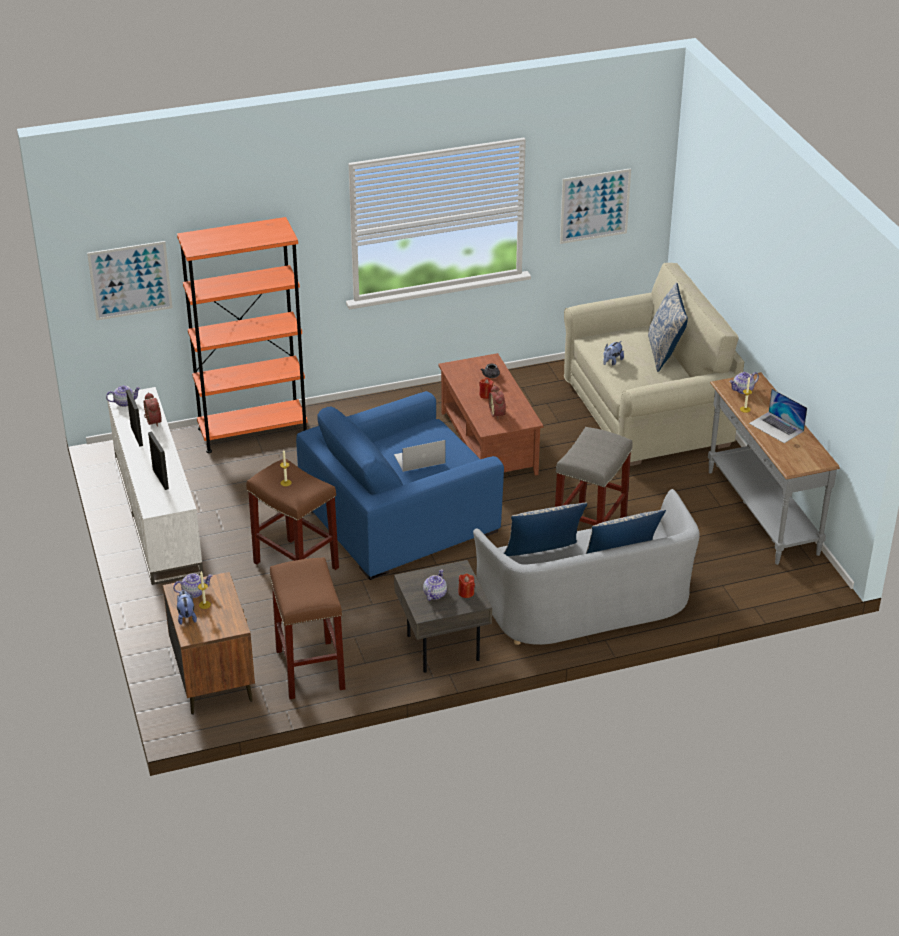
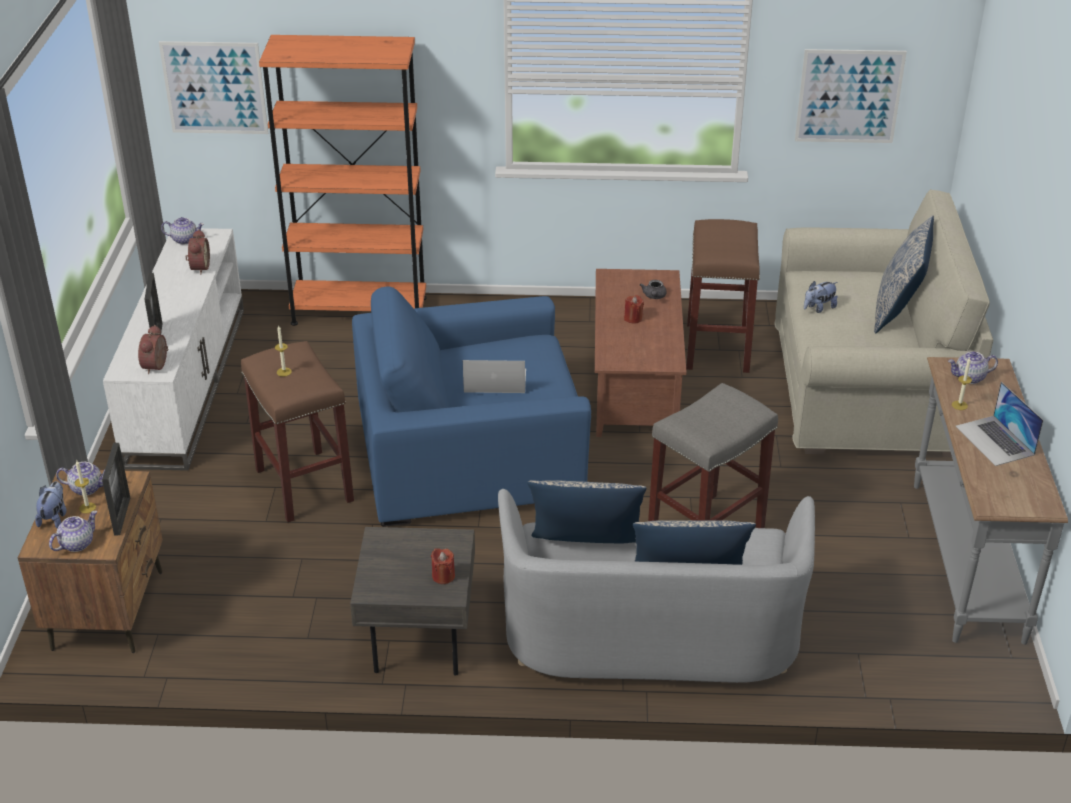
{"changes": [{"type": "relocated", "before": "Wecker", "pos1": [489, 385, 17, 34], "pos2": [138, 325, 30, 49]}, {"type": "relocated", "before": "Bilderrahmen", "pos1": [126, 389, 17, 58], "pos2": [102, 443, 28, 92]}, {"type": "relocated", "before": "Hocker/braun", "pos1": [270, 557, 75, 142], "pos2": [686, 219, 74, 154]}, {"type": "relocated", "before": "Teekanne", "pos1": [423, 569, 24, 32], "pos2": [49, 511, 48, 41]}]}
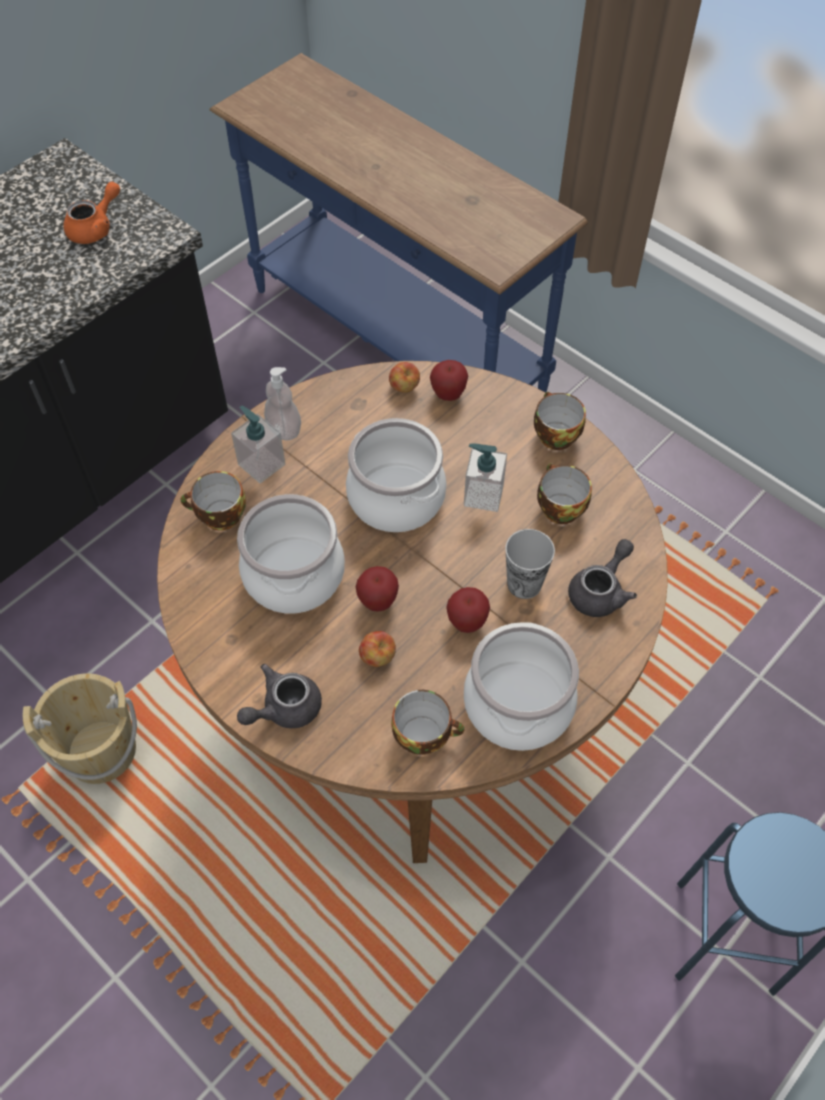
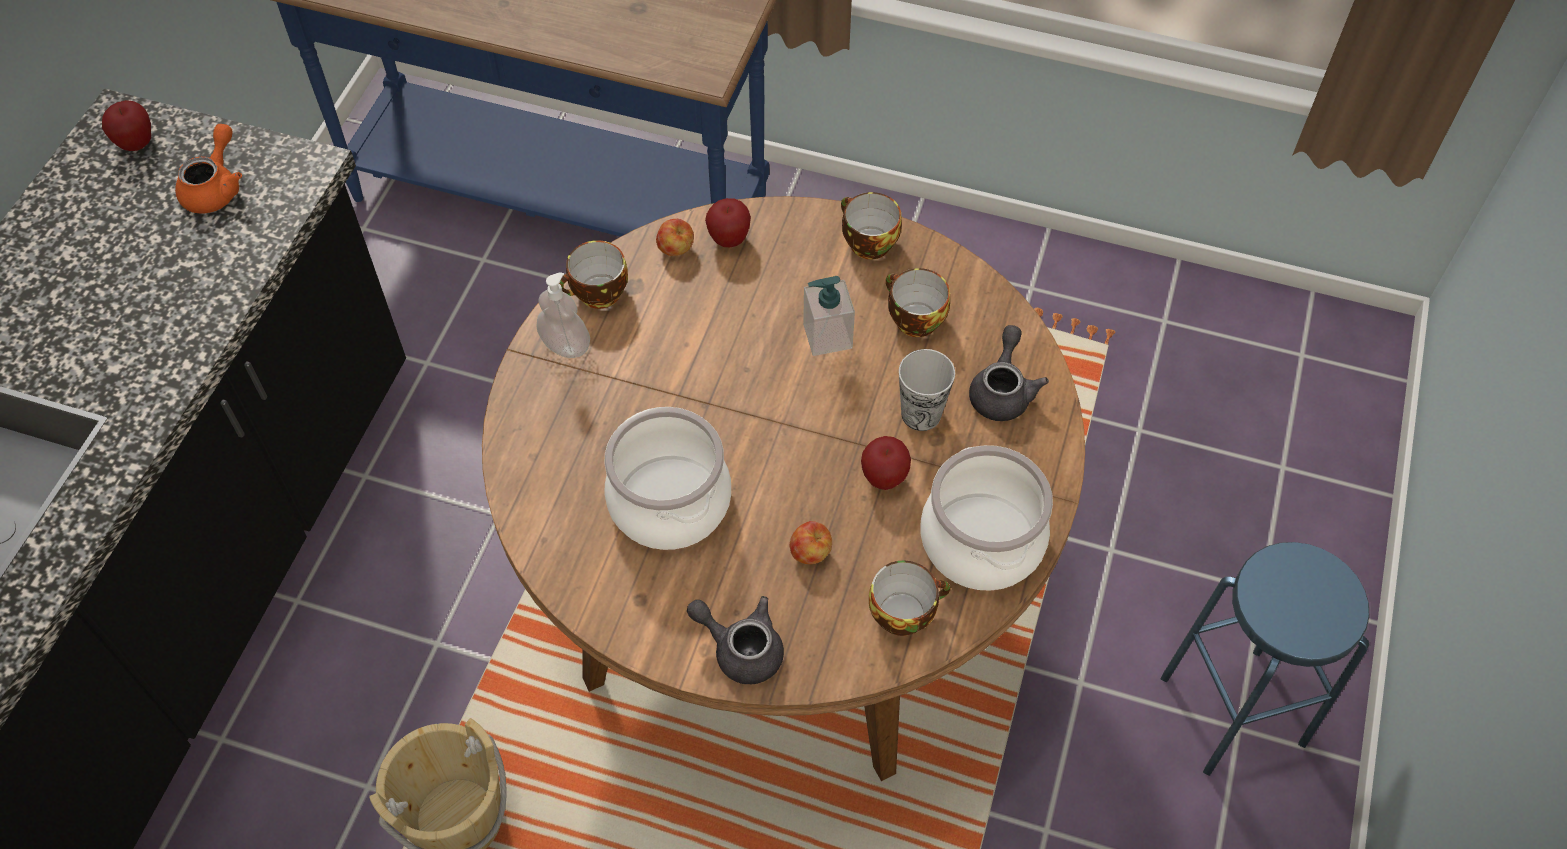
{"changes": [{"type": "missing", "before": "Seifenspender", "pos1": [231, 406, 54, 77]}, {"type": "missing", "before": "Kochtopf", "pos1": [346, 418, 100, 114]}, {"type": "relocated", "before": "Tasse", "pos1": [181, 471, 65, 60], "pos2": [559, 240, 69, 69]}, {"type": "relocated", "before": "Apfel", "pos1": [356, 566, 43, 46], "pos2": [102, 100, 49, 51]}, {"type": "spun", "before": "Teekanne/grau", "pos1": [237, 664, 85, 64], "pos2": [687, 596, 97, 88], "turn": 90}]}
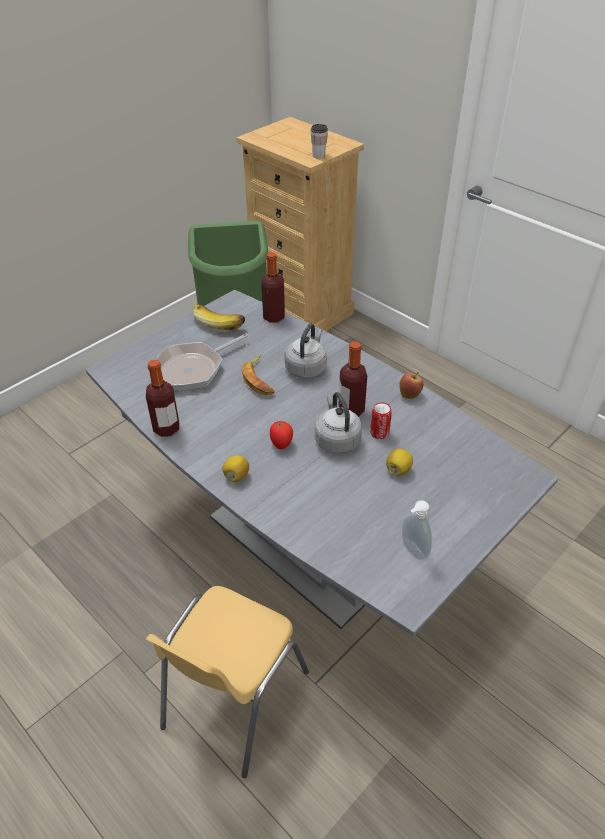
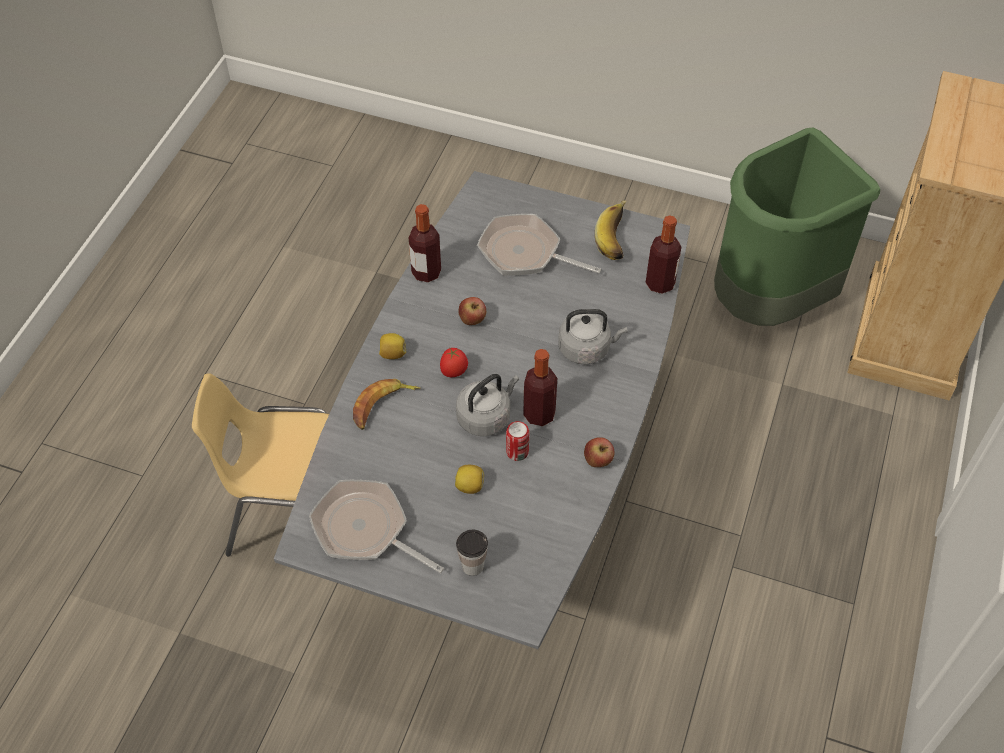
{"changes": [{"type": "relocated", "before": "Tasse", "pos1": [311, 124, 17, 35], "pos2": [456, 530, 32, 46]}, {"type": "relocated", "before": "Banane", "pos1": [242, 355, 33, 40], "pos2": [353, 379, 68, 51]}, {"type": "exchanged", "before": "Seifenspender", "after": "Pfanne", "pos1": [402, 500, 30, 60], "pos2": [309, 480, 135, 93]}, {"type": "appeared", "after": "Apfel", "pos2": [458, 297, 28, 28]}]}
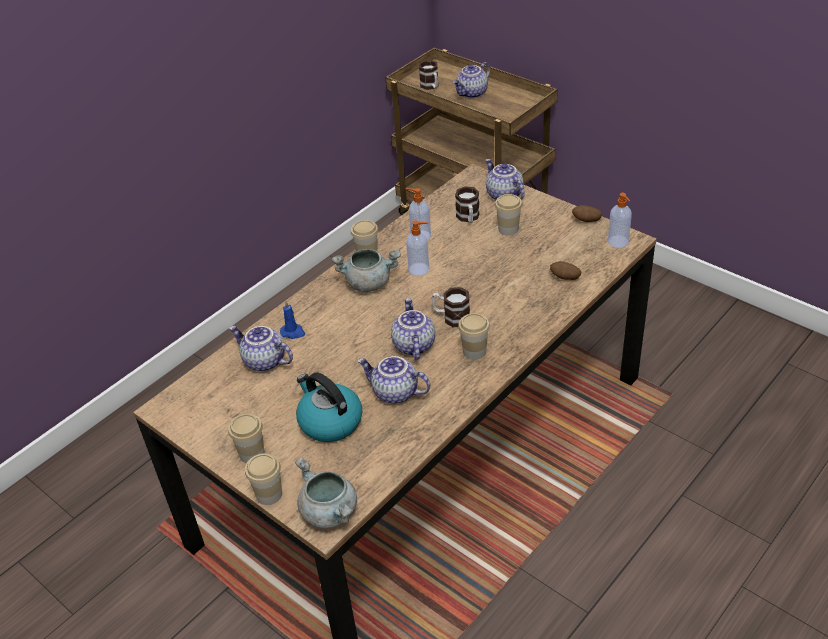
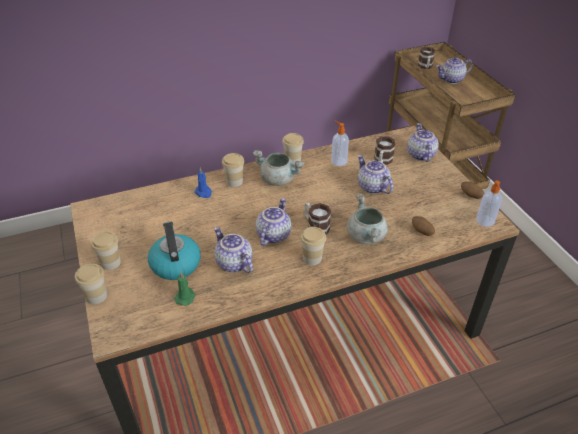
{"changes": [{"type": "relocated", "before": "Tasse", "pos1": [495, 194, 27, 42], "pos2": [222, 153, 22, 34]}, {"type": "missing", "before": "Seifenspender", "pos1": [406, 221, 23, 55]}, {"type": "relocated", "before": "Teekanne", "pos1": [229, 326, 64, 46], "pos2": [358, 155, 35, 39]}, {"type": "relocated", "before": "Kochtopf/grau", "pos1": [295, 458, 62, 71], "pos2": [347, 194, 41, 50]}, {"type": "appeared", "after": "Kerze/grün", "pos2": [174, 272, 22, 34]}]}
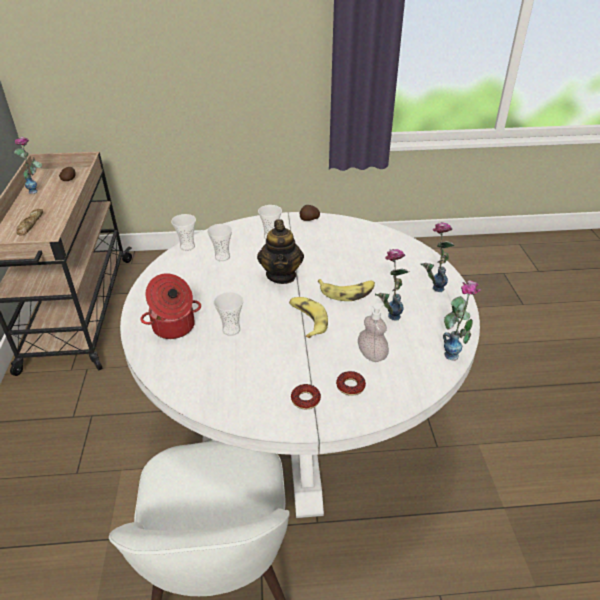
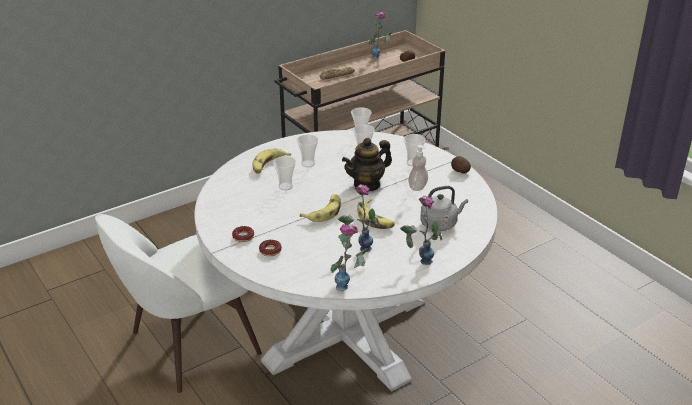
{"changes": [{"type": "exchanged", "before": "Kochtopf", "after": "Banane", "pos1": [140, 273, 61, 66], "pos2": [252, 149, 39, 25]}, {"type": "relocated", "before": "Seifenspender", "pos1": [358, 303, 31, 59], "pos2": [408, 145, 20, 46]}, {"type": "appeared", "after": "Tasse", "pos2": [297, 135, 22, 32]}, {"type": "appeared", "after": "Wasserkessel/grau", "pos2": [420, 186, 48, 45]}]}
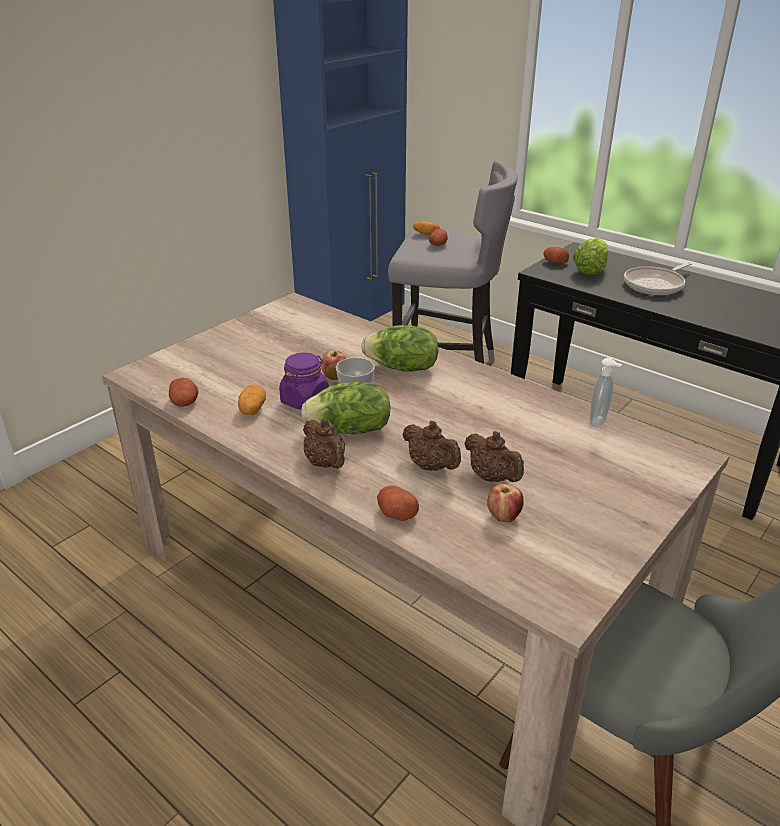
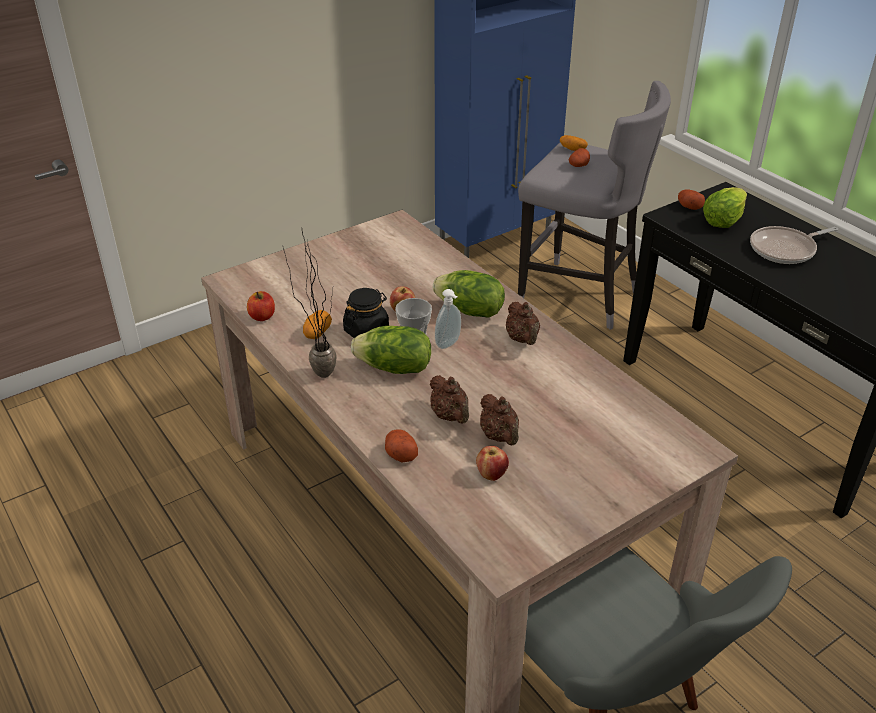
{"changes": [{"type": "colour", "before": "Vorratsglas/lila", "after": "Vorratsglas/schwarz", "pos1": [279, 352, 50, 58], "pos2": [343, 288, 46, 50]}, {"type": "relocated", "before": "Seifenspender", "pos1": [590, 358, 32, 69], "pos2": [435, 289, 26, 60]}, {"type": "exchanged", "before": "Kartoffel", "after": "Apfel", "pos1": [169, 378, 30, 29], "pos2": [247, 291, 28, 30]}, {"type": "relocated", "before": "Teekanne/braun", "pos1": [303, 418, 42, 50], "pos2": [505, 302, 35, 43]}, {"type": "appeared", "after": "Topfpflanze", "pos2": [283, 227, 54, 151]}]}
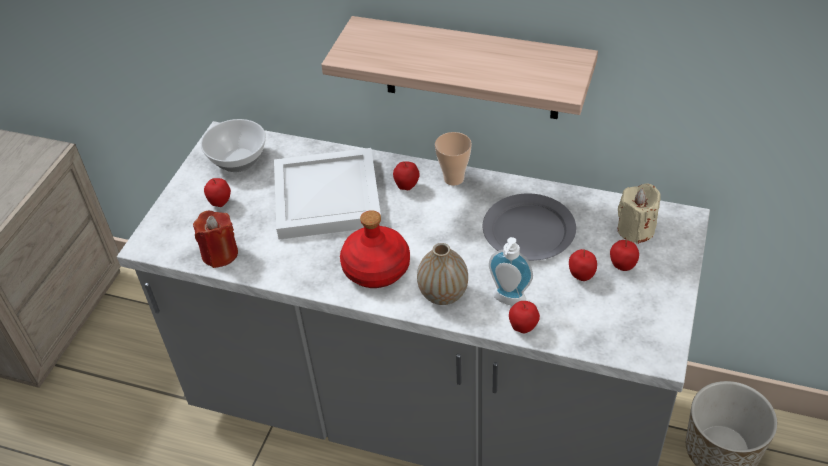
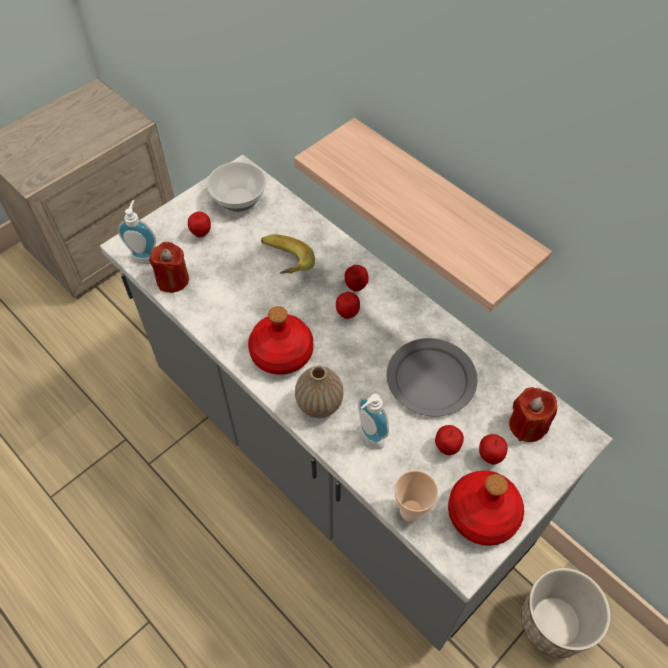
{"changes": [{"type": "relocated", "before": "Tasse", "pos1": [435, 132, 37, 54], "pos2": [395, 471, 43, 51]}, {"type": "exchanged", "before": "Tablett/weiß", "after": "Banane", "pos1": [274, 148, 108, 91], "pos2": [261, 234, 54, 40]}, {"type": "colour", "before": "Kerze/beige", "after": "Kerze/rot", "pos1": [618, 183, 43, 61], "pos2": [509, 387, 48, 55]}, {"type": "relocated", "before": "Apfel", "pos1": [509, 301, 31, 32], "pos2": [336, 292, 24, 27]}, {"type": "appeared", "after": "Seifenspender", "pos2": [118, 200, 38, 64]}, {"type": "appeared", "after": "Flasche/rot", "pos2": [448, 471, 76, 75]}]}
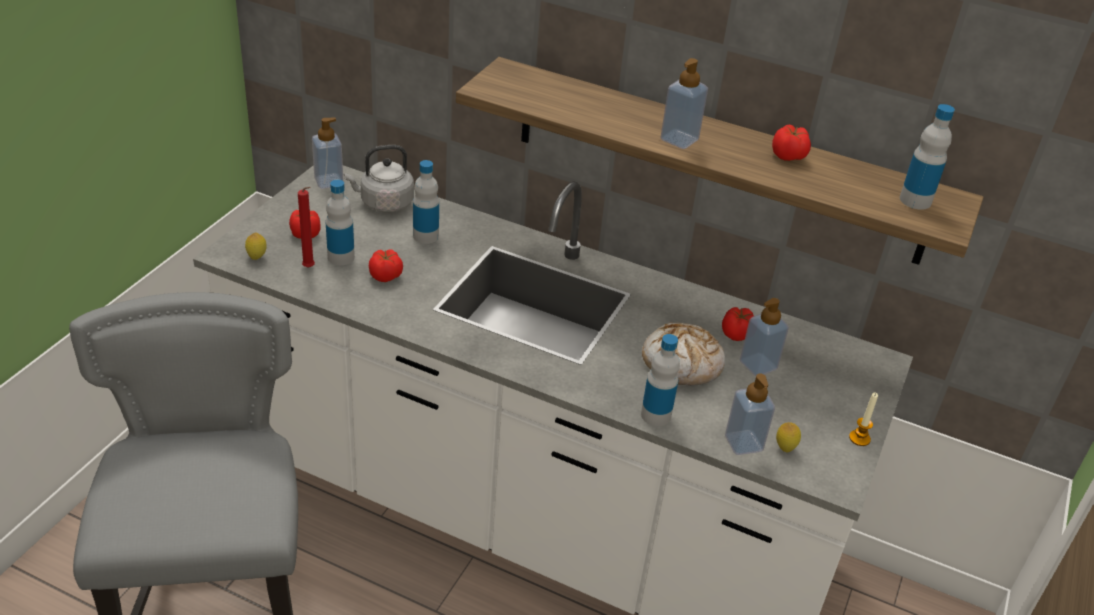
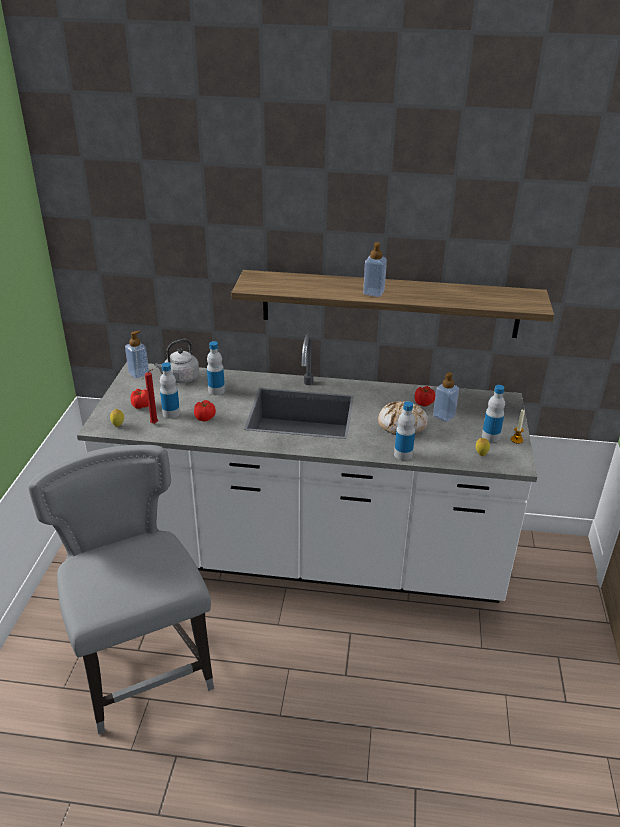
{"changes": [{"type": "relocated", "before": "Flasche", "pos1": [900, 104, 55, 106], "pos2": [482, 385, 23, 57]}, {"type": "missing", "before": "Tomate", "pos1": [772, 125, 39, 36]}, {"type": "missing", "before": "Seifenspender", "pos1": [725, 373, 50, 82]}]}
